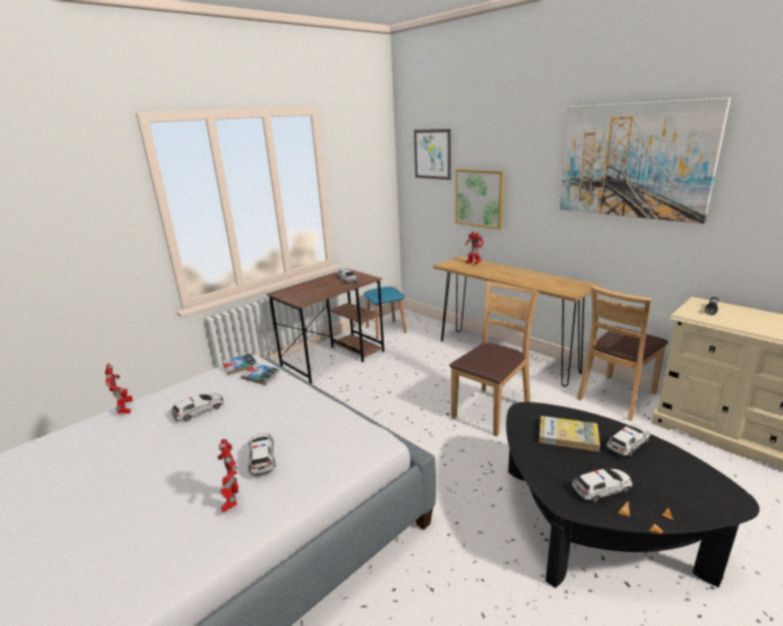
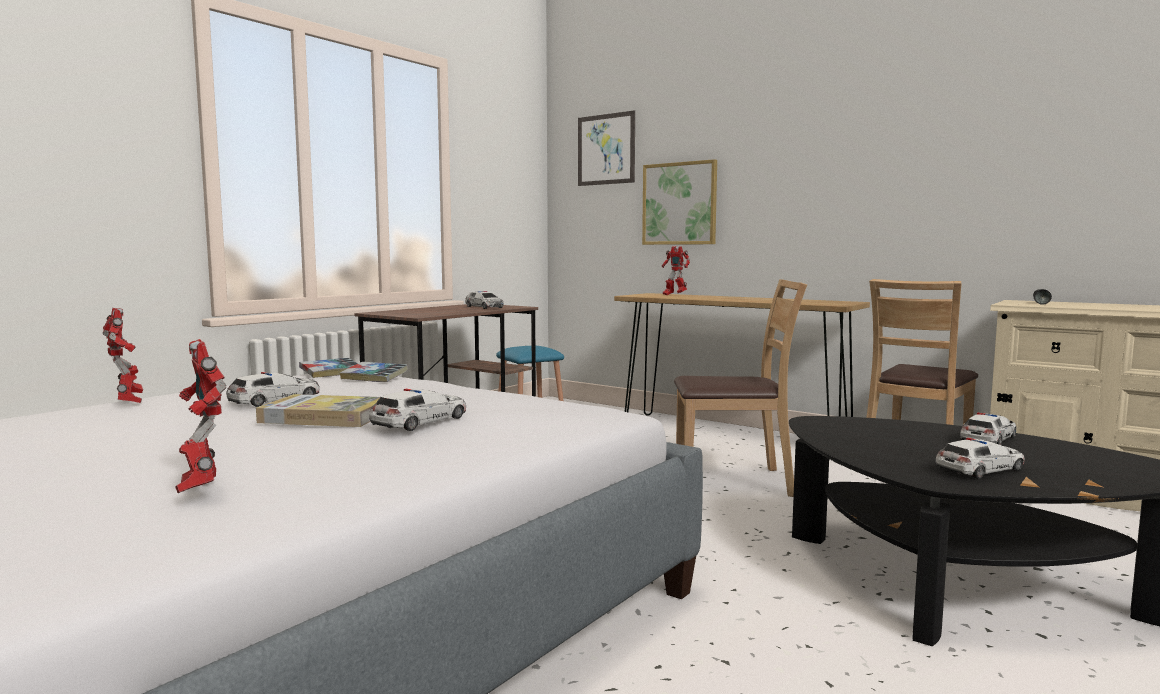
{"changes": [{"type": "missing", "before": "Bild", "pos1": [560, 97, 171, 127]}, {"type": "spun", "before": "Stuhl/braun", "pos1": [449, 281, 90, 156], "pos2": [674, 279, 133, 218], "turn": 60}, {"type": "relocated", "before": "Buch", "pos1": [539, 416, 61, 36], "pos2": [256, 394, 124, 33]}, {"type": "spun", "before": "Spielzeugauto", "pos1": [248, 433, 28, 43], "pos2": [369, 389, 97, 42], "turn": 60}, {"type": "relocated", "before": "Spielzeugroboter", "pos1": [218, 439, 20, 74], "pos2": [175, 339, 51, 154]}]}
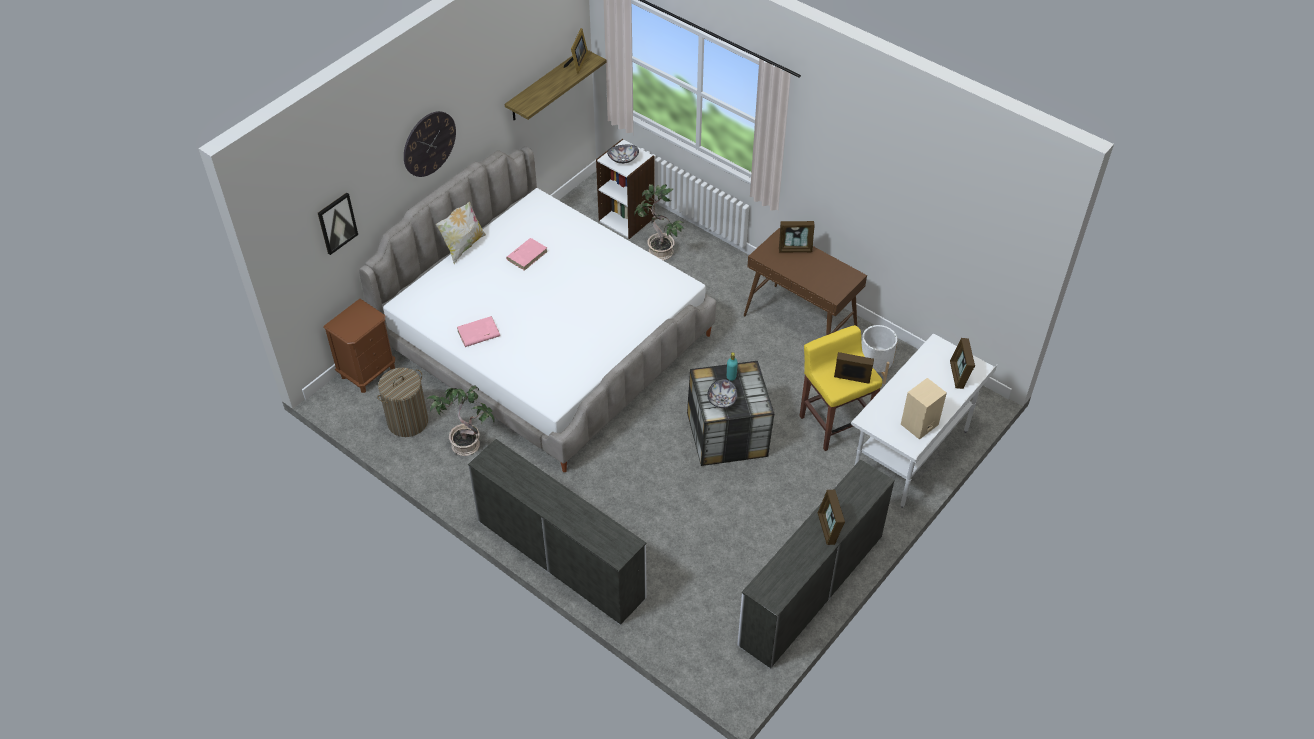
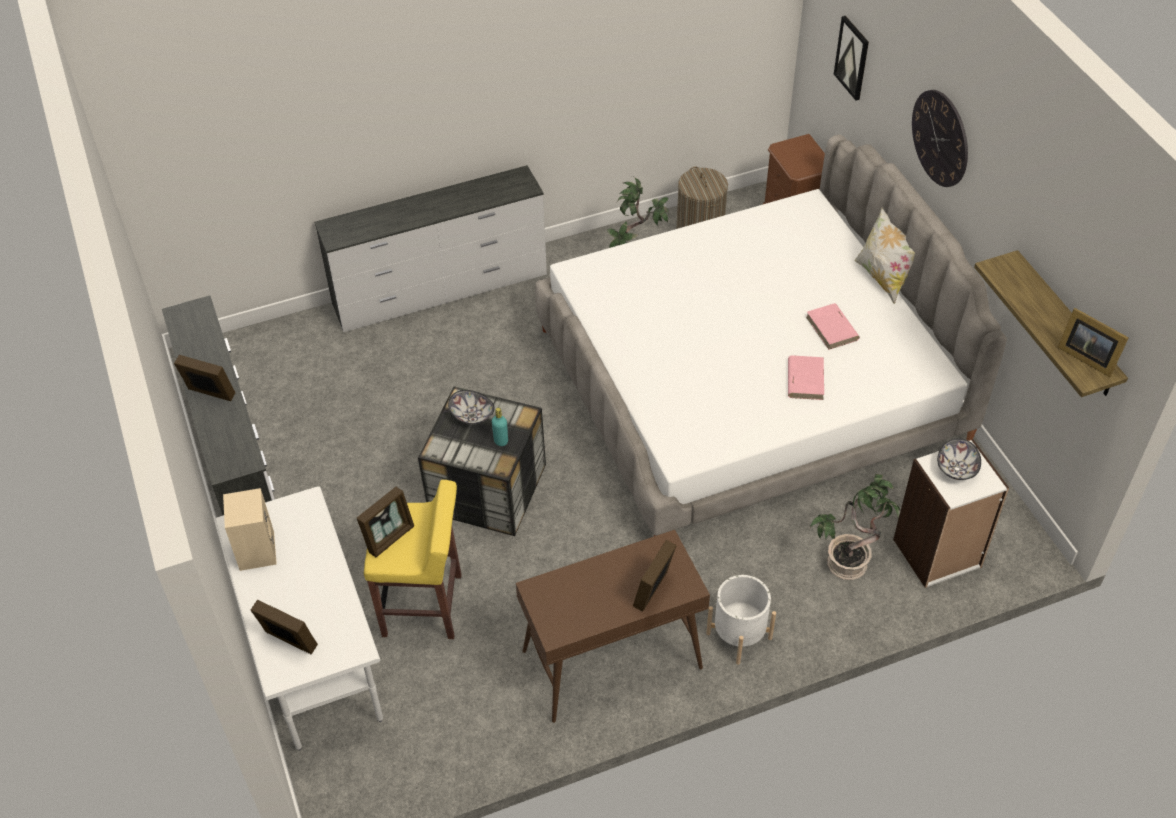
{"changes": [{"type": "relocated", "before": "Buch/rosa", "pos1": [457, 316, 43, 31], "pos2": [788, 355, 36, 45]}, {"type": "relocated", "before": "Pflanzkübel/weiß", "pos1": [861, 325, 36, 59], "pos2": [706, 575, 70, 90]}]}
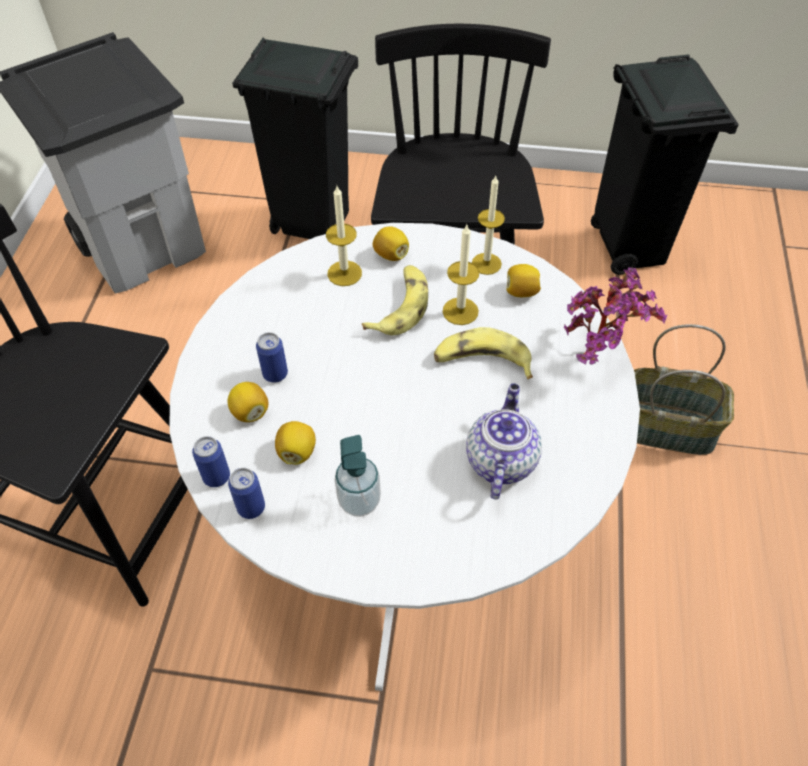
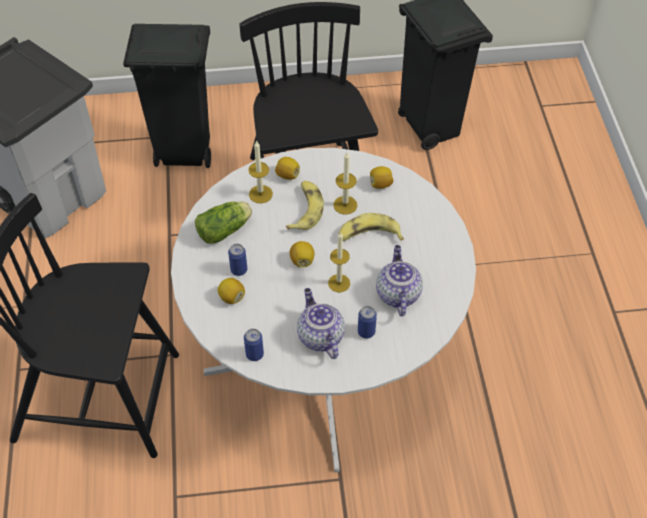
{"changes": [{"type": "relocated", "before": "Kerze", "pos1": [472, 176, 33, 99], "pos2": [328, 232, 22, 60]}, {"type": "missing", "before": "Topfpflanze", "pos1": [564, 268, 104, 97]}, {"type": "missing", "before": "Korb", "pos1": [634, 324, 100, 131]}, {"type": "relocated", "before": "Zitrone", "pos1": [275, 421, 41, 44], "pos2": [290, 241, 24, 27]}, {"type": "exchanged", "before": "Seifenspender", "after": "Teekanne", "pos1": [335, 435, 46, 82], "pos2": [297, 288, 48, 71]}, {"type": "relocated", "before": "Dose", "pos1": [192, 436, 38, 51], "pos2": [358, 306, 19, 32]}, {"type": "appeared", "after": "Salatkopf", "pos2": [195, 201, 57, 43]}]}
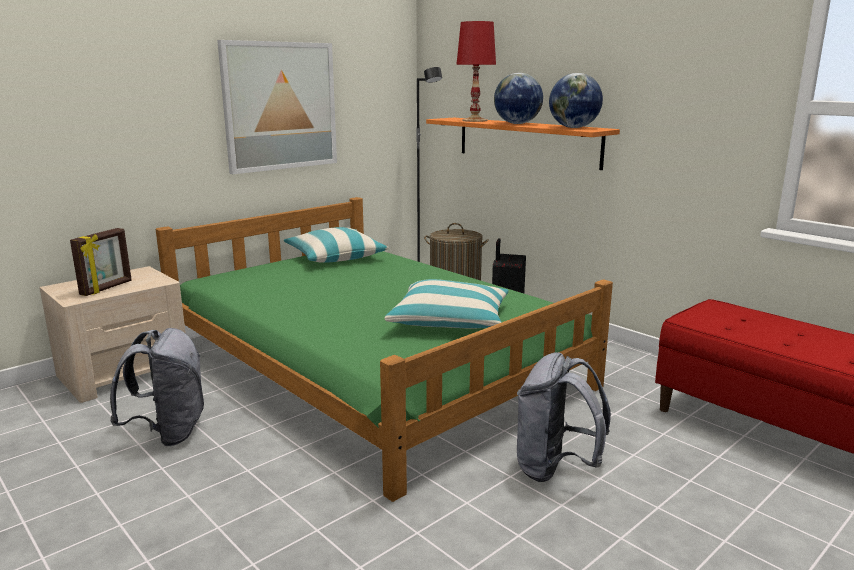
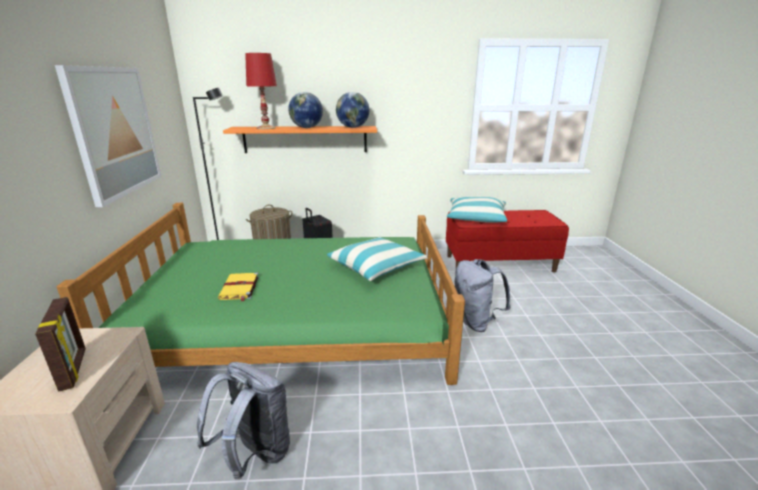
{"changes": [{"type": "relocated", "before": "Kissen", "pos1": [284, 227, 105, 36], "pos2": [447, 197, 60, 26]}, {"type": "appeared", "after": "Buch/gelb", "pos2": [218, 272, 41, 30]}]}
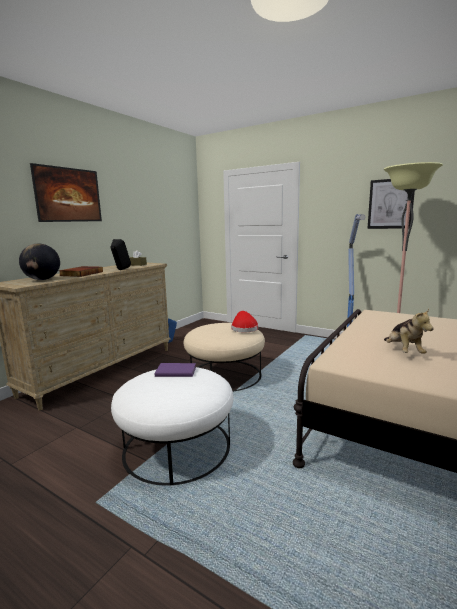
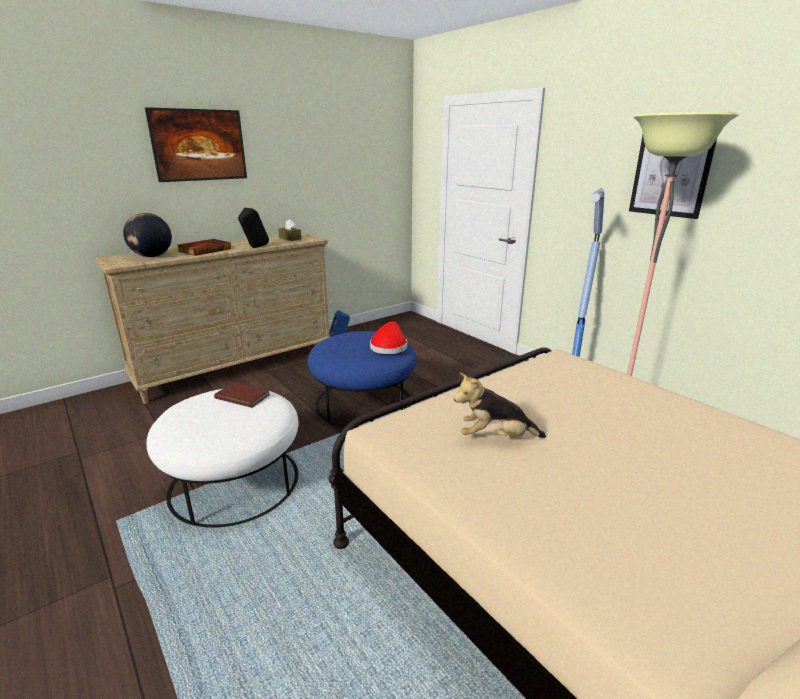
{"changes": [{"type": "spun", "before": "Plüschtier", "pos1": [384, 309, 50, 45], "pos2": [454, 373, 92, 65], "turn": 75}, {"type": "colour", "before": "Polsterhocker/beige", "after": "Polsterhocker/blau", "pos1": [184, 323, 81, 69], "pos2": [308, 331, 109, 97]}, {"type": "colour", "before": "Buch/lila", "after": "Buch/braun", "pos1": [155, 363, 41, 14], "pos2": [214, 382, 56, 26]}]}
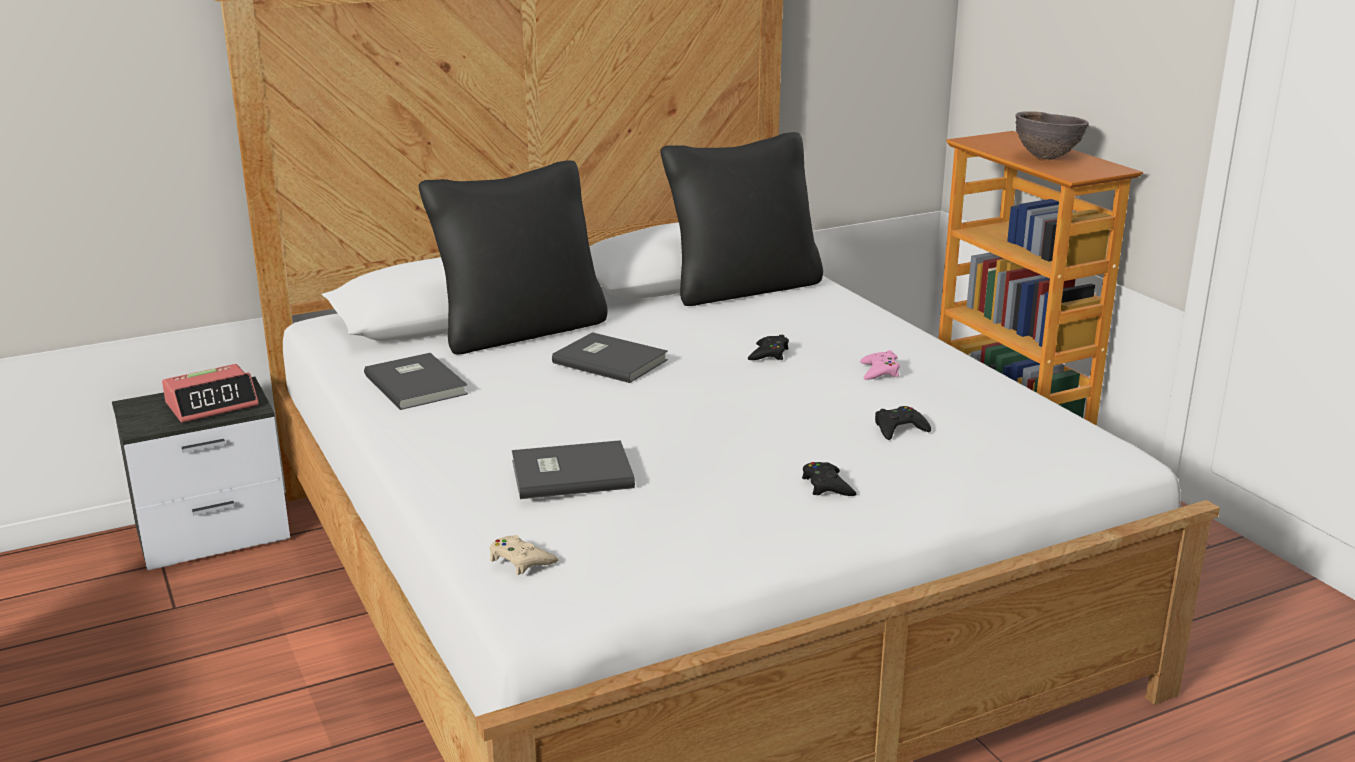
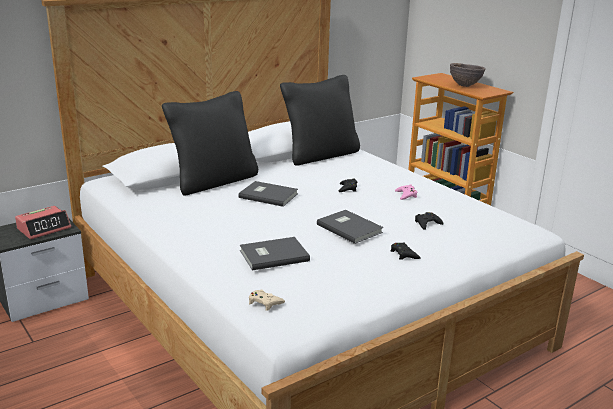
{"changes": [{"type": "relocated", "before": "Buch/grau", "pos1": [364, 353, 104, 57], "pos2": [317, 210, 66, 34]}]}
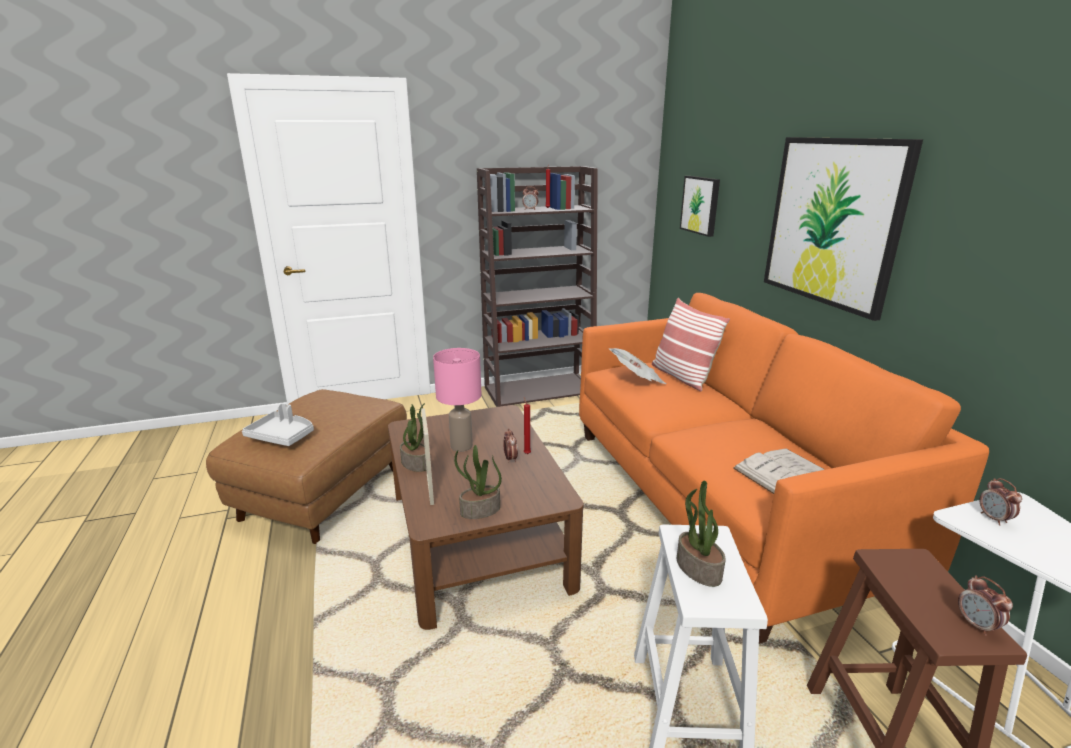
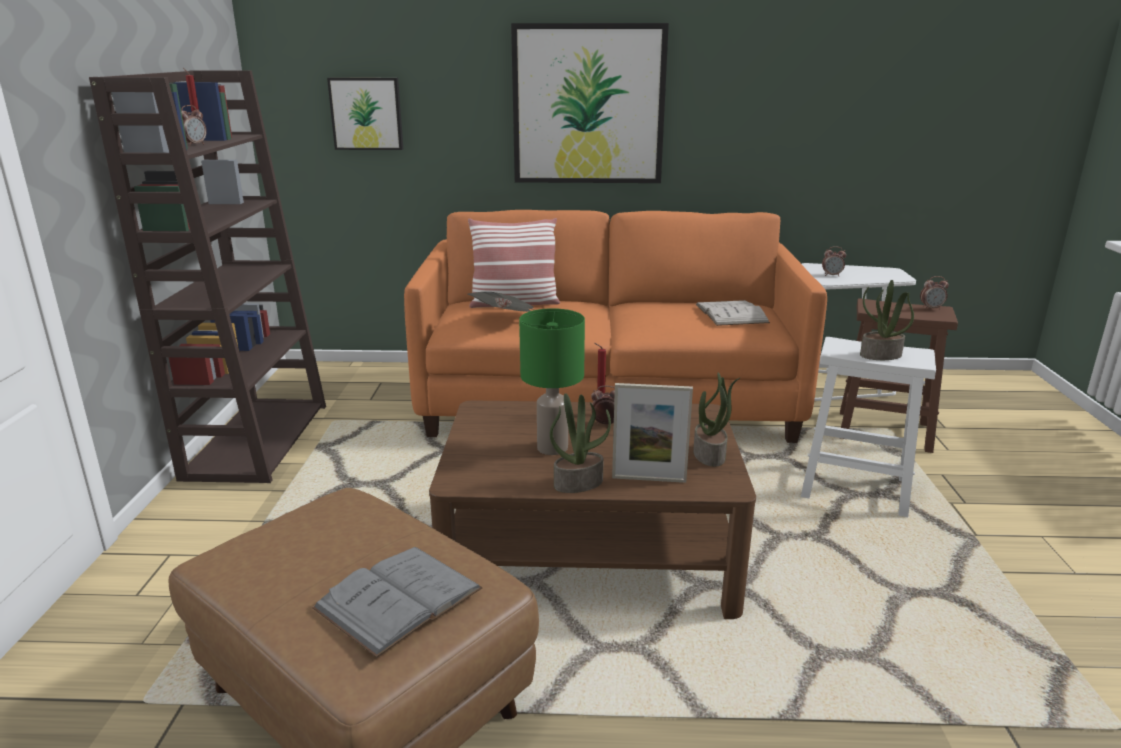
{"changes": [{"type": "colour", "before": "Tischlampe/rosa", "after": "Tischlampe/grün", "pos1": [433, 348, 48, 104], "pos2": [519, 308, 66, 147]}, {"type": "exchanged", "before": "Tablett/grau", "after": "Buch/grau", "pos1": [242, 403, 72, 43], "pos2": [312, 547, 170, 111]}]}
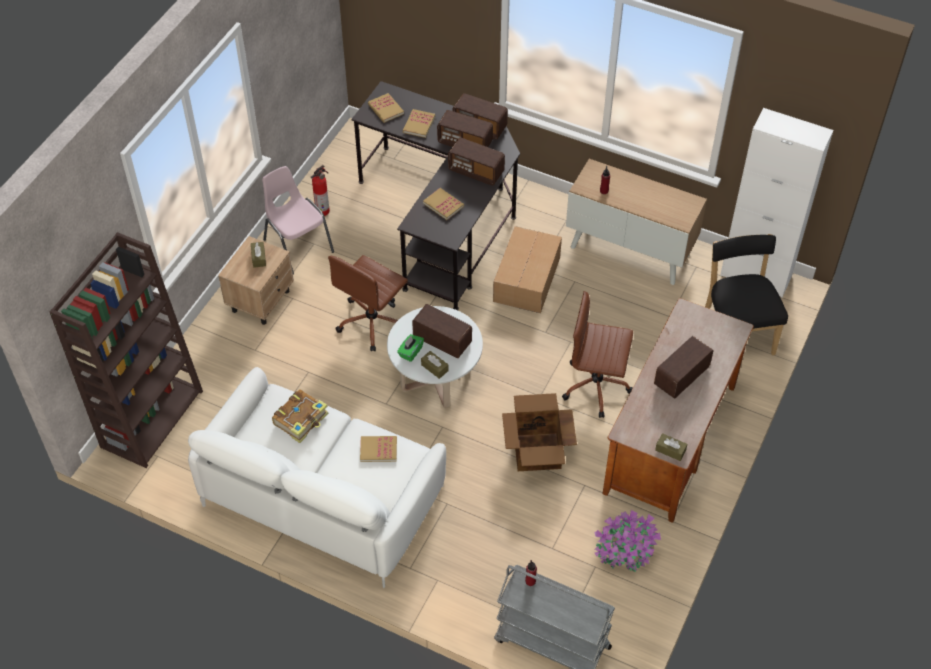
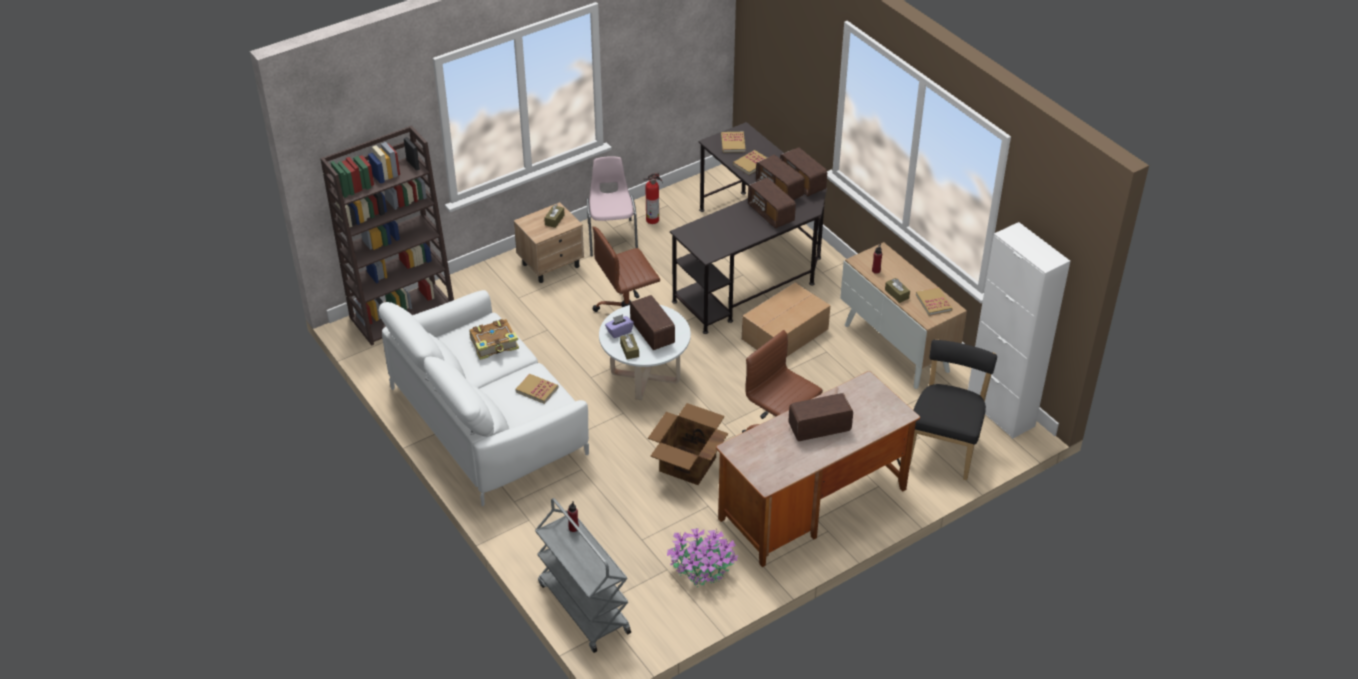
{"changes": [{"type": "relocated", "before": "Buch", "pos1": [423, 188, 41, 32], "pos2": [916, 287, 37, 29]}, {"type": "colour", "before": "Taschentuchbox/grün", "after": "Taschentuchbox/lila", "pos1": [397, 334, 27, 28], "pos2": [605, 314, 29, 24]}, {"type": "relocated", "before": "Taschentuchbox/braun", "pos1": [655, 433, 32, 28], "pos2": [885, 278, 25, 25]}]}
